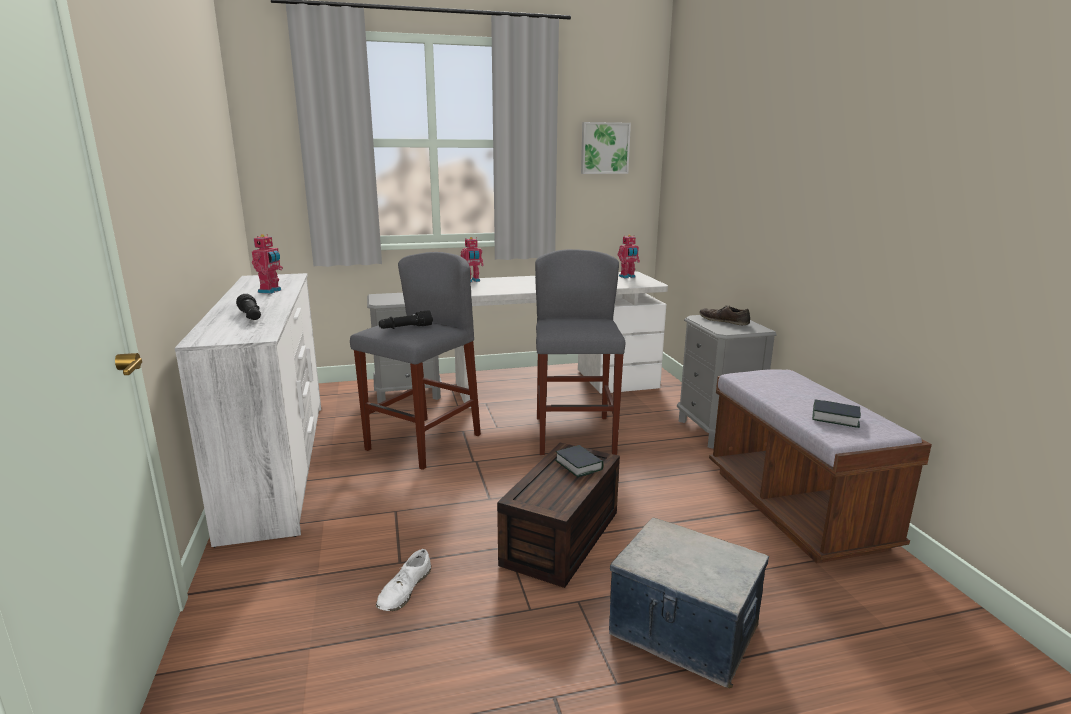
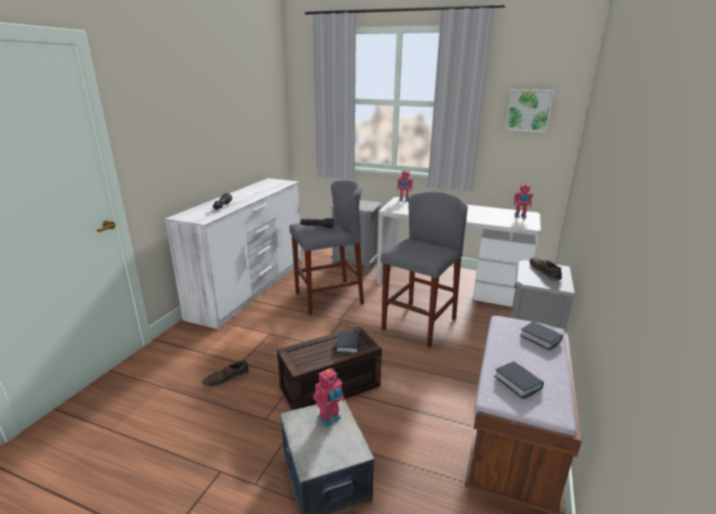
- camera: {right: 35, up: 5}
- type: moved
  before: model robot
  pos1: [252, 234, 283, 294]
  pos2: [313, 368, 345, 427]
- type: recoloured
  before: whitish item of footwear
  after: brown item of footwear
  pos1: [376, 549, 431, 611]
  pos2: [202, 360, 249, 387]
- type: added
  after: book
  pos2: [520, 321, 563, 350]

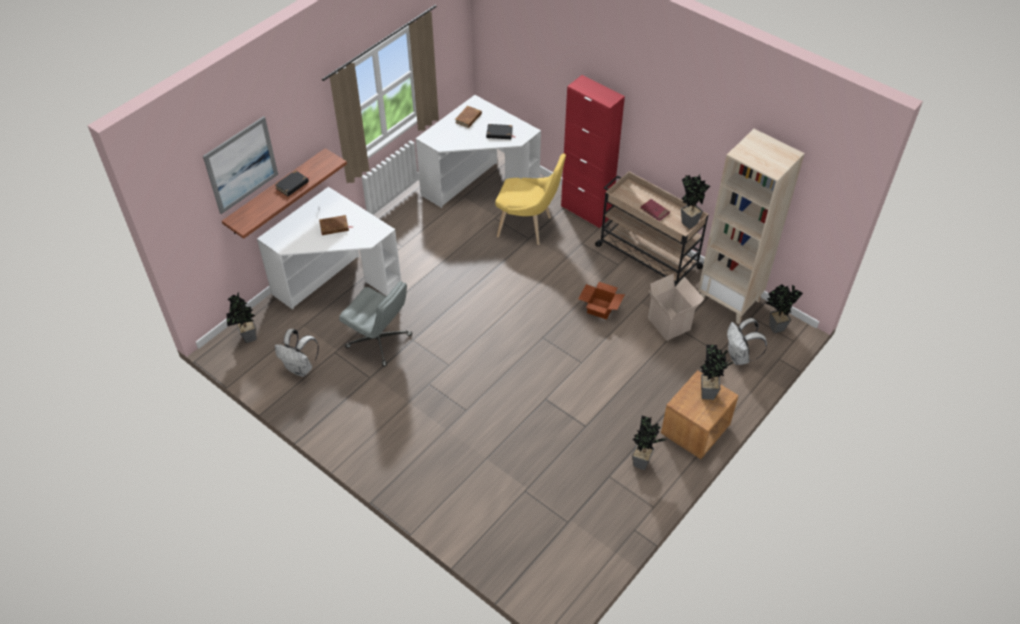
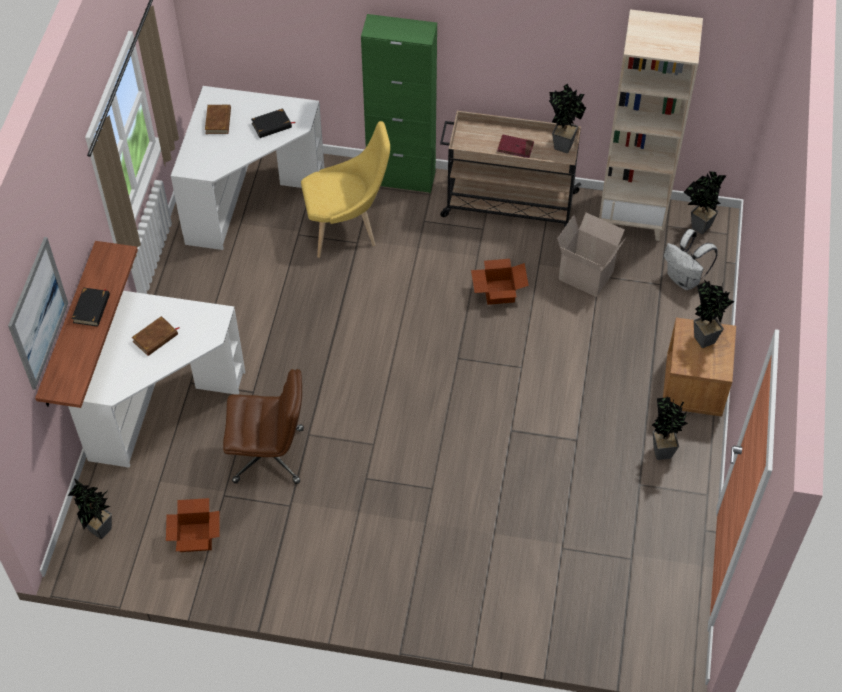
- camera: {right: -30, up: 5}
- type: recoloured
  before: reddish storage cabinet
  after: greenish storage cabinet
  pos1: [561, 75, 625, 228]
  pos2: [361, 14, 437, 193]
- type: recoloured
  before: grey desk chair
  after: brown desk chair
  pos1: [339, 281, 412, 367]
  pos2: [223, 369, 304, 484]
- type: replaced
  before: whitish rucksack
  after: cardboard box
  pos1: [275, 329, 319, 377]
  pos2: [166, 498, 220, 552]

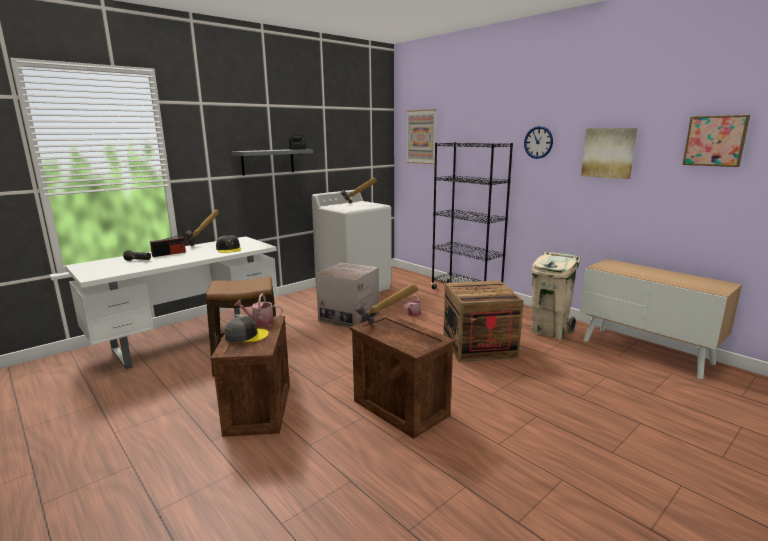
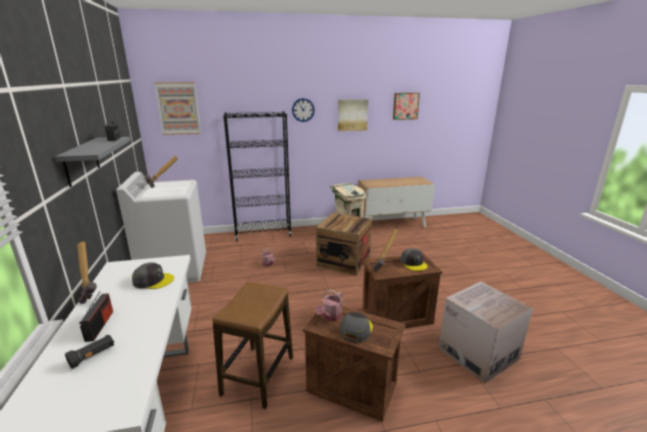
- camera: {right: -60, up: 5}
- type: moved
  before: cardboard box
  pos1: [316, 262, 379, 328]
  pos2: [438, 282, 533, 384]
- type: added
  after: grey peaked cap
  pos2: [400, 248, 427, 271]

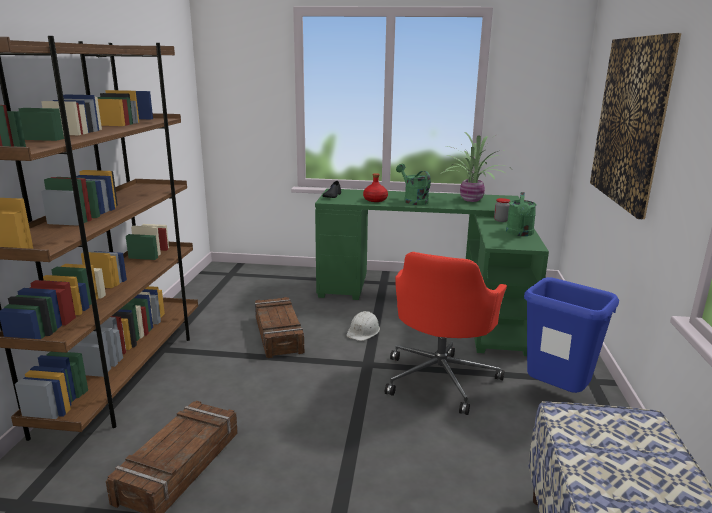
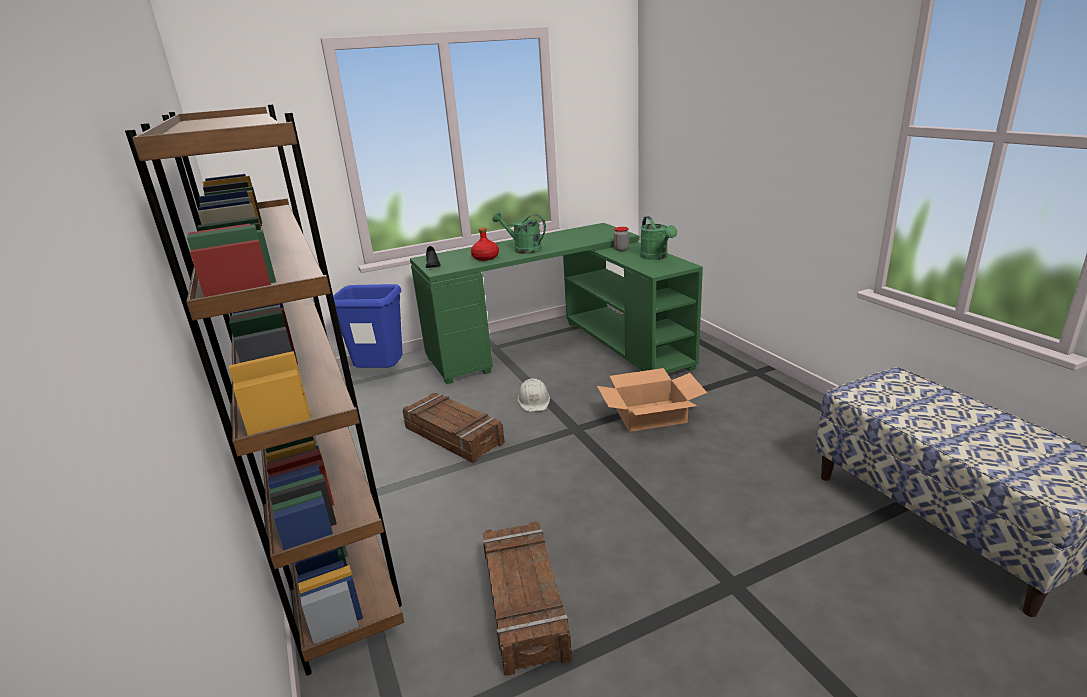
- camera: {right: -30, up: 5}
- type: removed
  before: wall picture
  pos1: [590, 33, 681, 219]
- type: removed
  before: plant in a pot
  pos1: [439, 132, 506, 202]
- type: replaced
  before: reddish desk chair
  after: cardboard box
  pos1: [385, 252, 507, 415]
  pos2: [597, 368, 707, 432]
- type: moved
  before: bluish waste bin
  pos1: [524, 277, 619, 393]
  pos2: [333, 284, 403, 368]

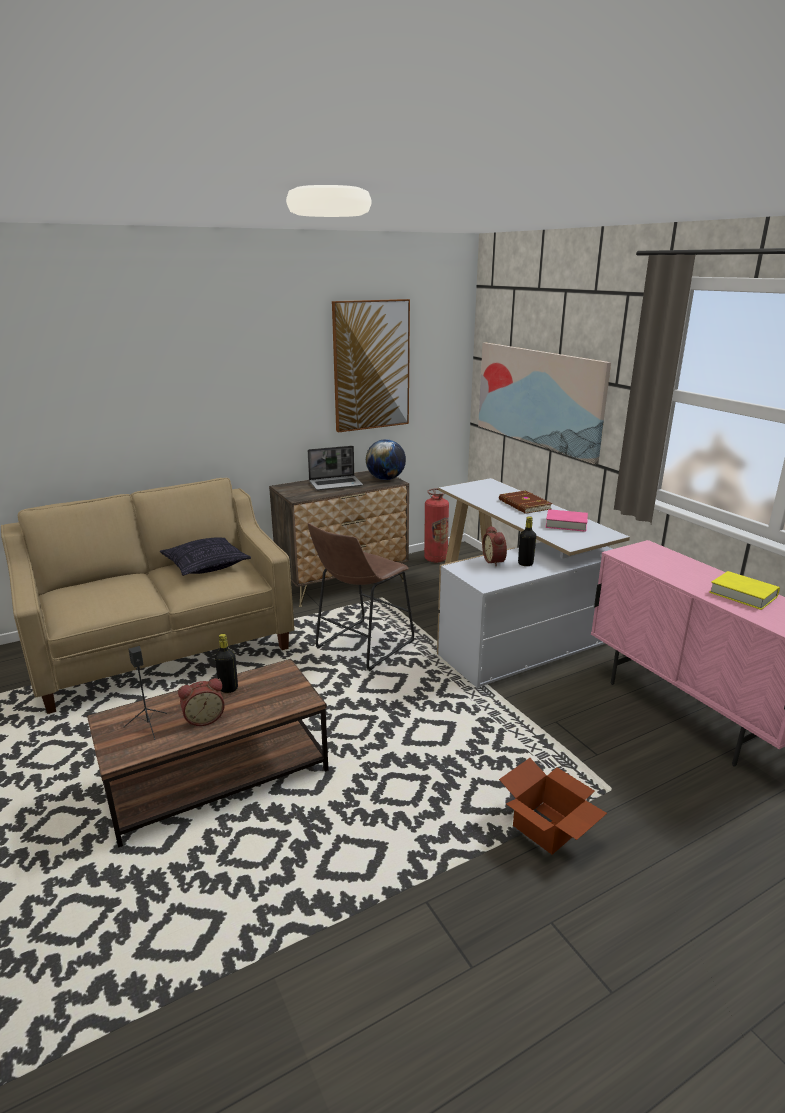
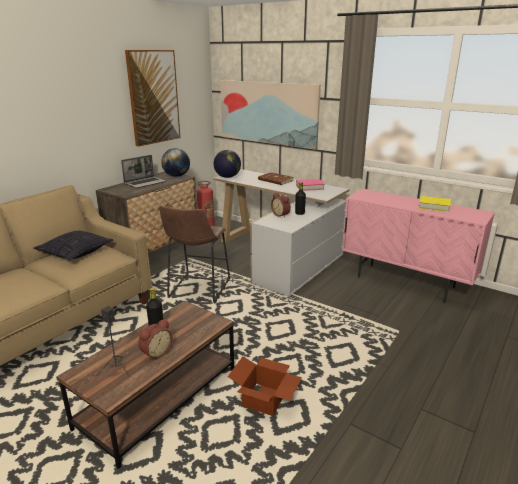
- camera: {right: -25, up: 0}
- type: moved
  before: cardboard box
  pos1: [499, 758, 607, 855]
  pos2: [228, 356, 302, 416]
- type: added
  after: globe
  pos2: [213, 150, 241, 178]

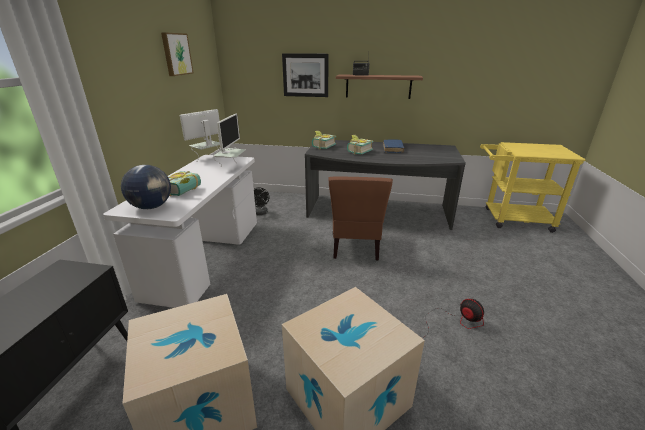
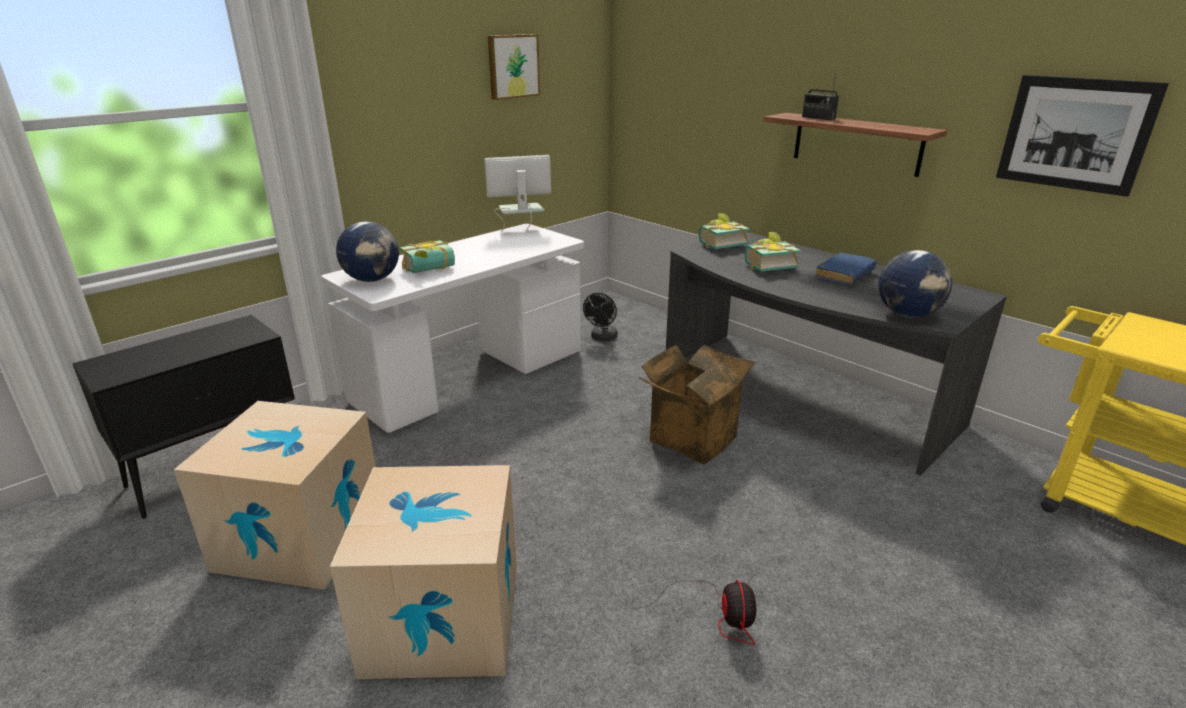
- camera: {right: 35, up: 0}
- type: moved
  before: wall picture
  pos1: [282, 53, 329, 97]
  pos2: [996, 75, 1169, 197]
- type: removed
  before: monitor
  pos1: [213, 114, 246, 165]
- type: replaced
  before: brown chair
  after: cardboard box
  pos1: [329, 176, 393, 261]
  pos2: [639, 345, 757, 464]
- type: added
  after: globe
  pos2: [878, 250, 952, 318]

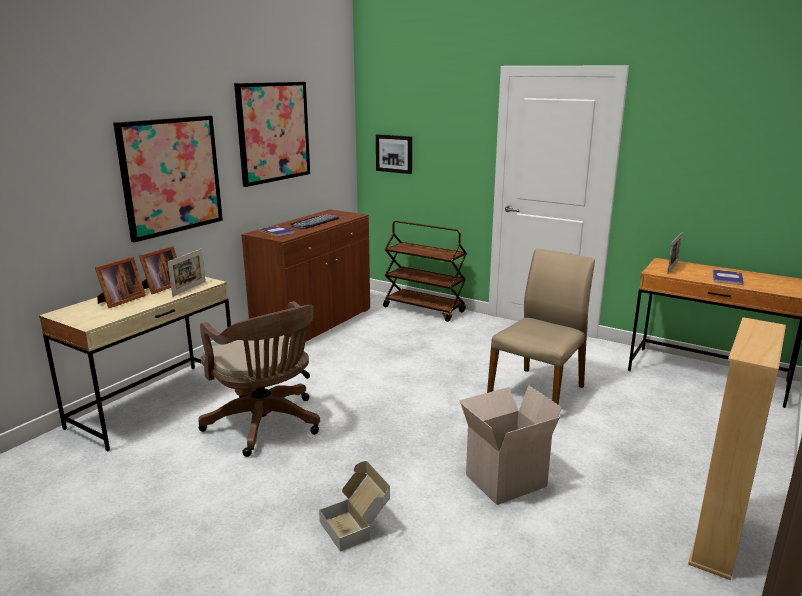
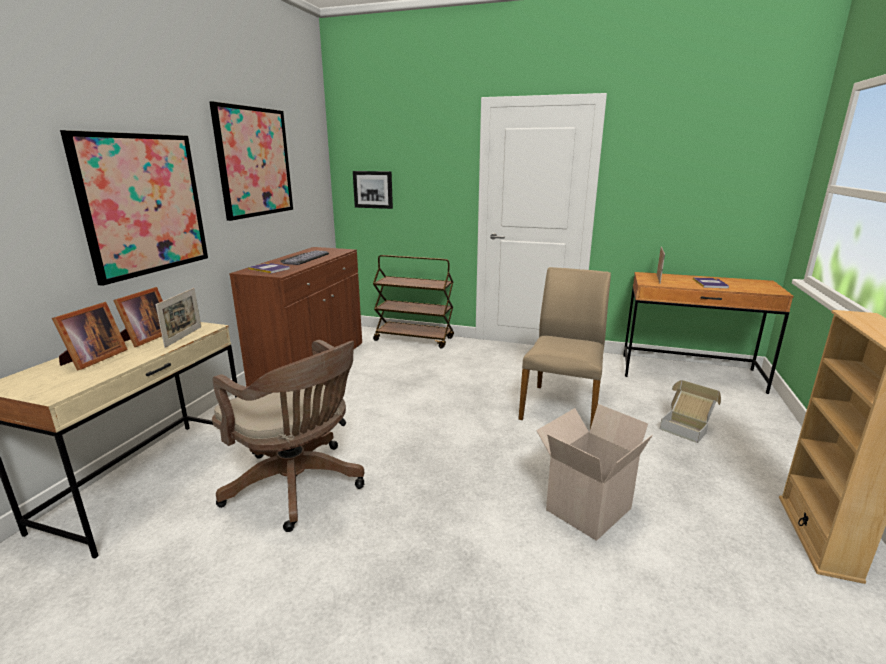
- camera: {right: -15, up: 0}
- type: moved
  before: cardboard box
  pos1: [319, 461, 390, 552]
  pos2: [660, 380, 721, 443]

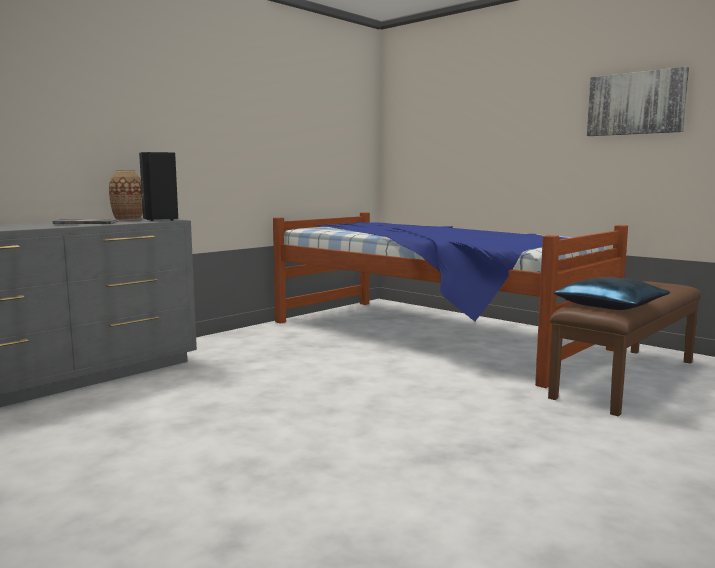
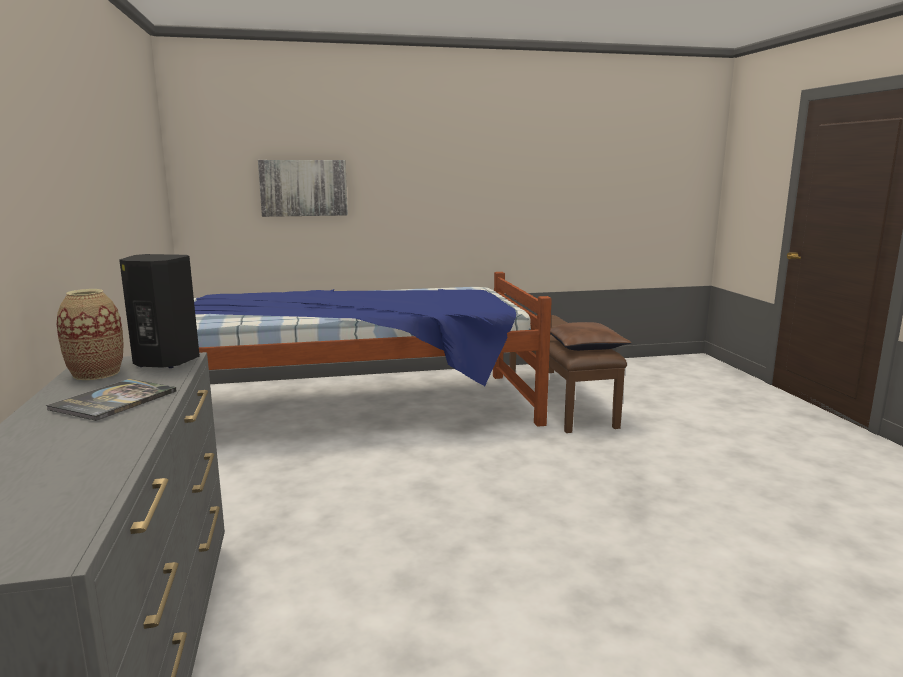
- camera: {right: -55, up: 5}
- type: moved
  before: wall picture
  pos1: [587, 67, 689, 136]
  pos2: [258, 160, 348, 217]
- type: recoloured
  before: bluish throw pillow
  after: brown throw pillow
  pos1: [554, 277, 670, 310]
  pos2: [550, 322, 632, 351]

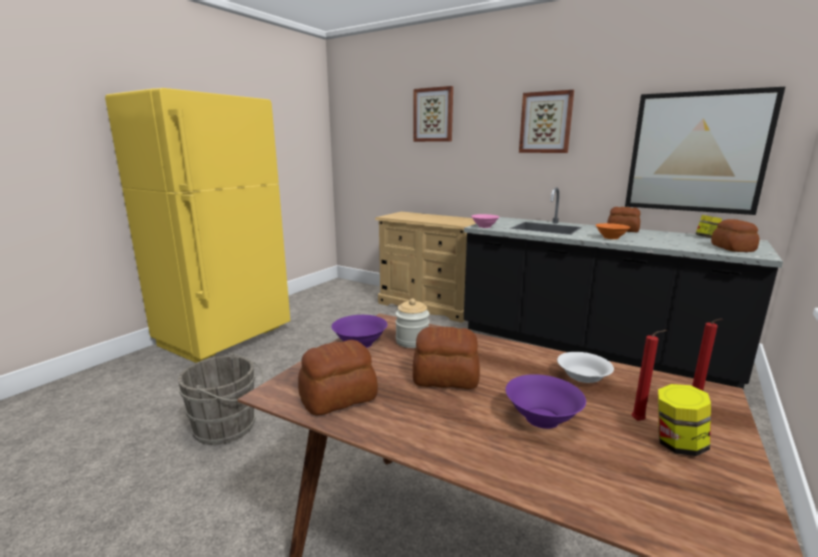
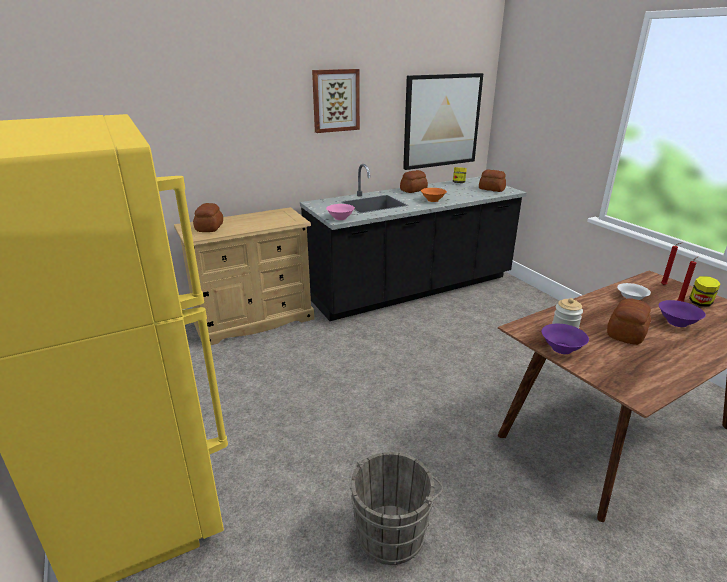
- camera: {right: -60, up: 10}
- type: removed
  before: wall picture
  pos1: [413, 86, 453, 142]
- type: moved
  before: bakery bread
  pos1: [298, 340, 378, 416]
  pos2: [193, 203, 223, 232]

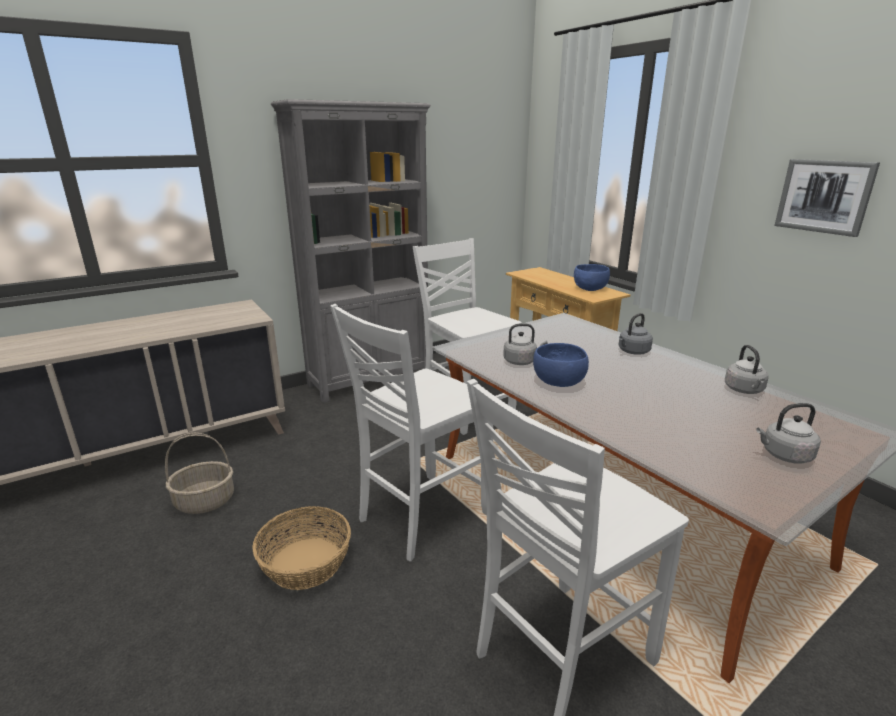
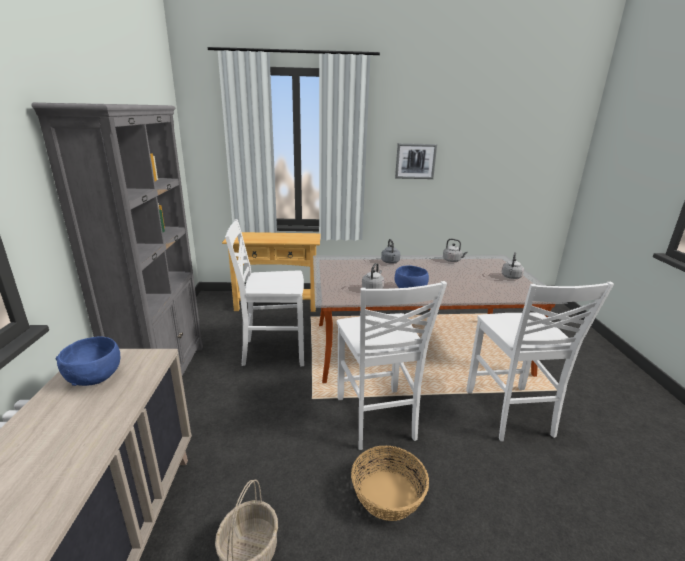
- camera: {right: -60, up: 0}
- type: moved
  before: bluish bowl
  pos1: [574, 264, 610, 291]
  pos2: [56, 337, 120, 386]

